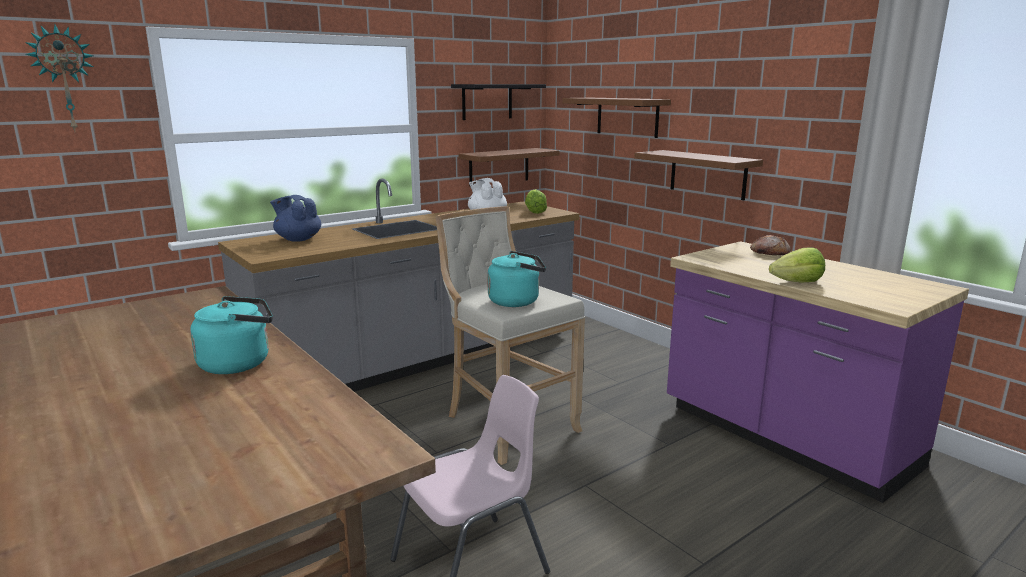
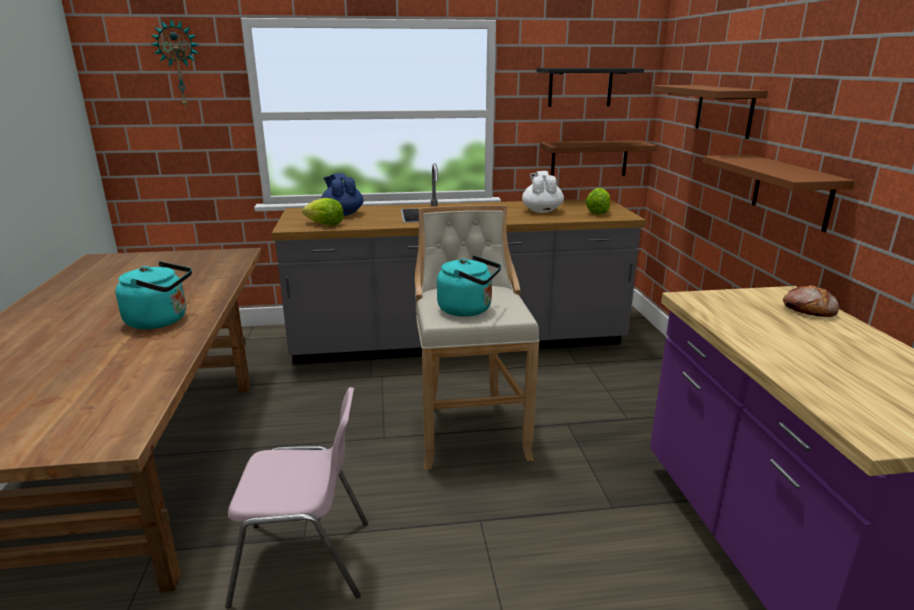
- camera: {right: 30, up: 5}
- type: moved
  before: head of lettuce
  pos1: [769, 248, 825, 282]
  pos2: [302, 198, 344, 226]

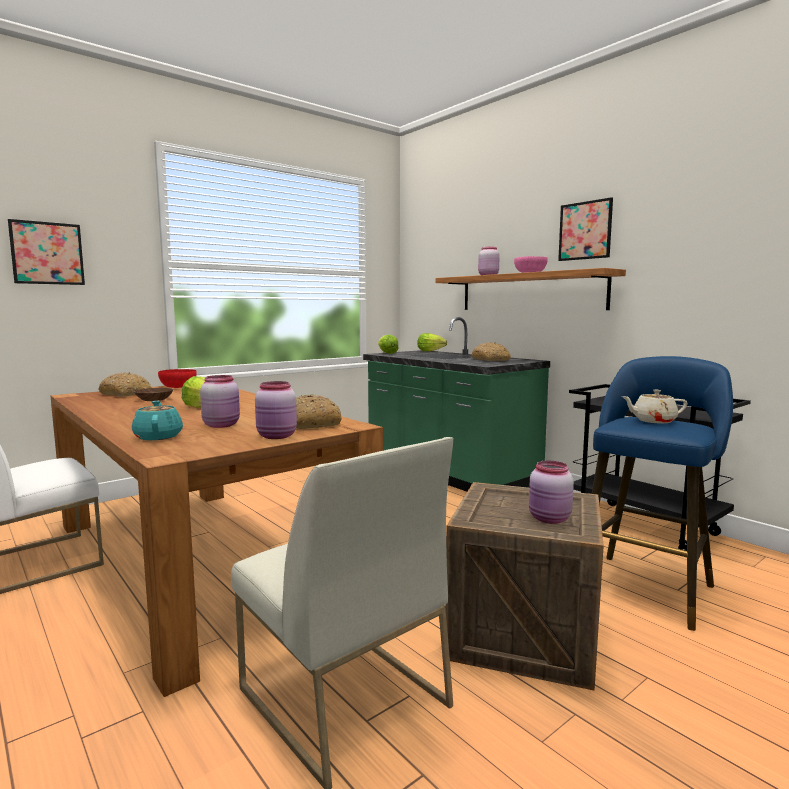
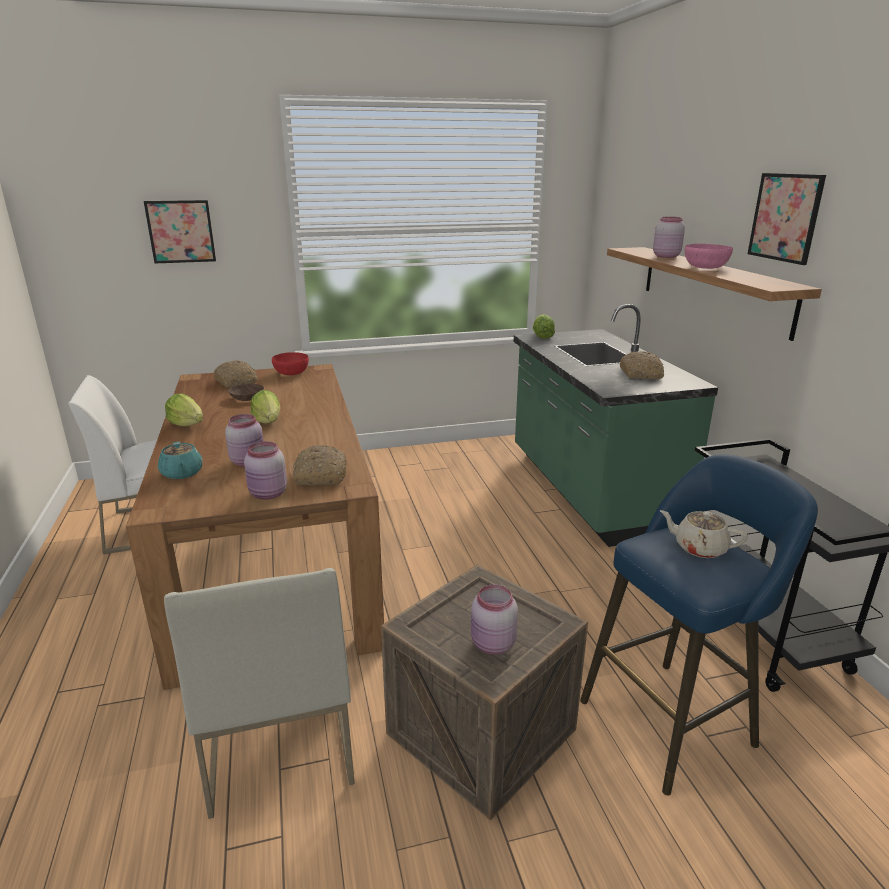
- camera: {right: 25, up: 15}
- type: moved
  before: head of lettuce
  pos1: [417, 333, 447, 351]
  pos2: [165, 393, 203, 426]
- type: turned
  before: turquoise teapot
  pos1: [132, 401, 183, 440]
  pos2: [158, 442, 203, 479]
  turn: 150

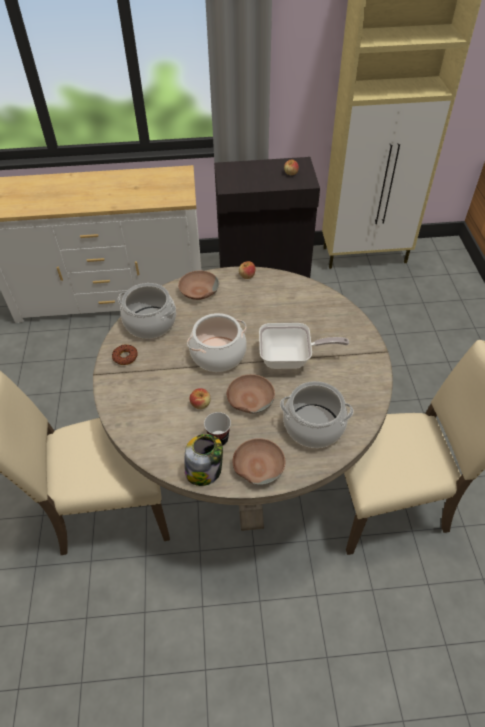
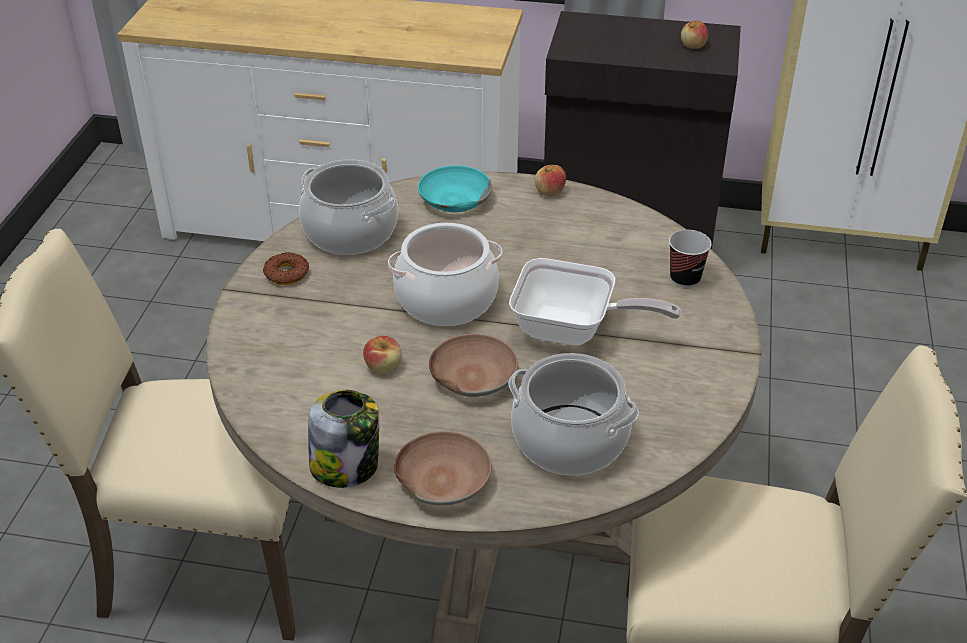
- camera: {right: 15, up: -10}
- type: recoloured
  before: brown bowl
  after: turquoise bowl
  pos1: [178, 271, 219, 300]
  pos2: [418, 166, 492, 212]
- type: moved
  before: cup
  pos1: [204, 412, 231, 446]
  pos2: [669, 230, 712, 288]

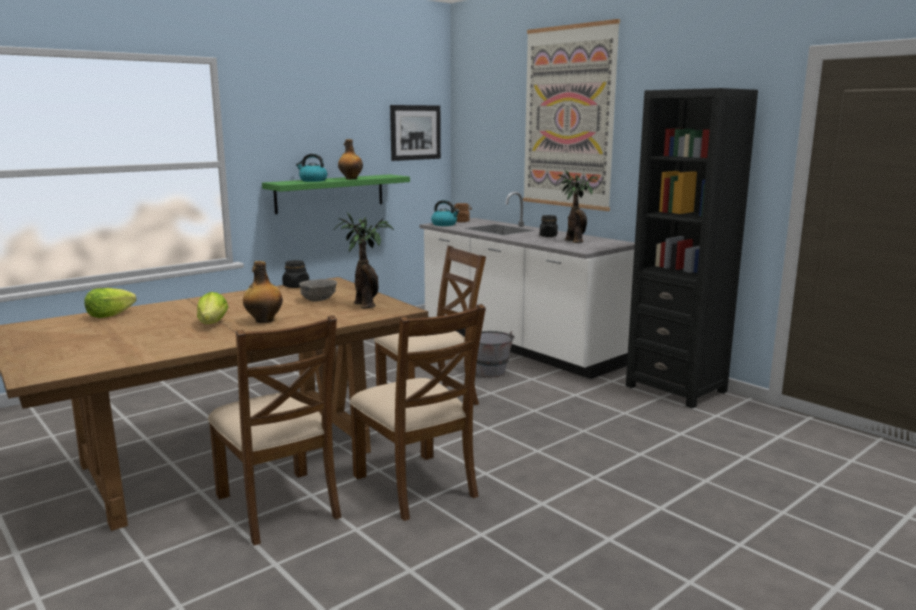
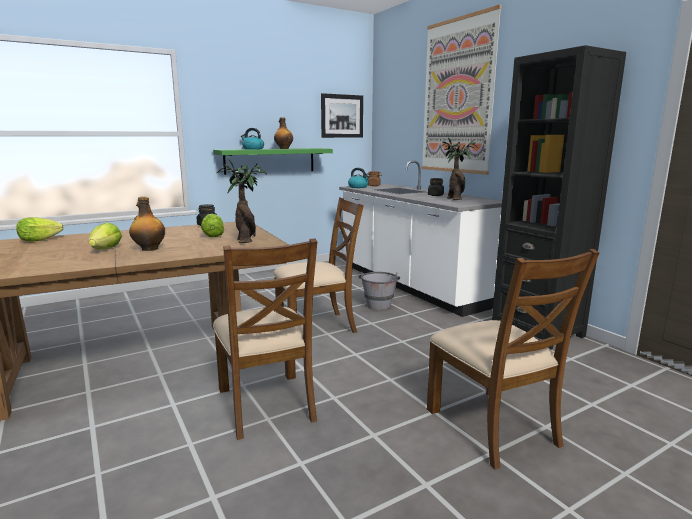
- camera: {right: 10, up: 0}
- type: replaced
  before: grey bowl
  after: head of lettuce
  pos1: [299, 279, 337, 301]
  pos2: [201, 214, 224, 237]
- type: moved
  before: brown chair
  pos1: [208, 315, 342, 546]
  pos2: [427, 249, 599, 470]

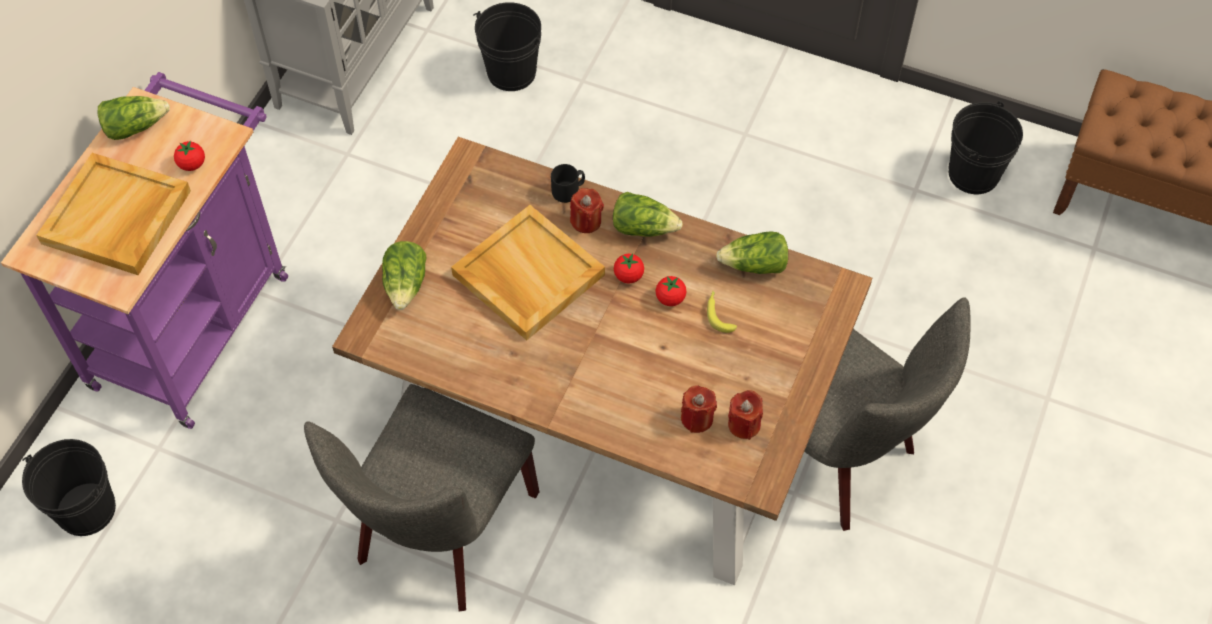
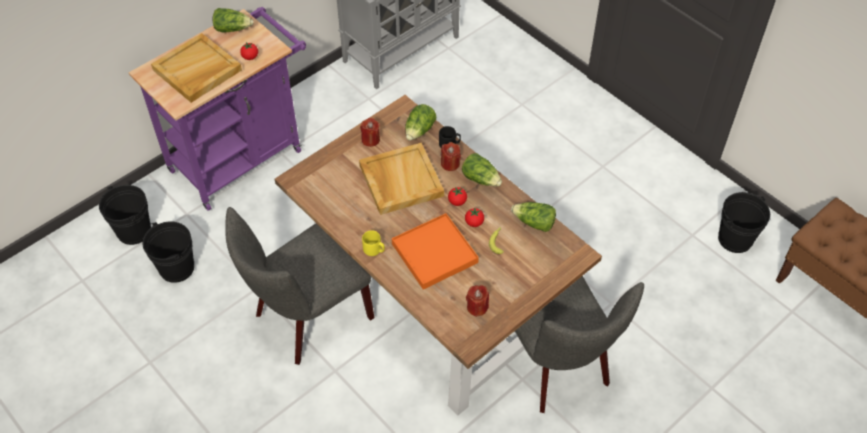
- camera: {right: 25, up: -5}
- type: moved
  before: black water bucket
  pos1: [473, 2, 541, 91]
  pos2: [143, 221, 194, 283]
- type: moved
  before: head of lettuce
  pos1: [382, 241, 426, 310]
  pos2: [405, 104, 436, 141]
- type: moved
  before: reddish wax candle
  pos1: [681, 385, 717, 433]
  pos2: [360, 118, 380, 147]
- type: added
  after: orange carrying tray
  pos2: [392, 213, 479, 290]
- type: added
  after: yellowish tea mug
  pos2: [362, 230, 385, 256]

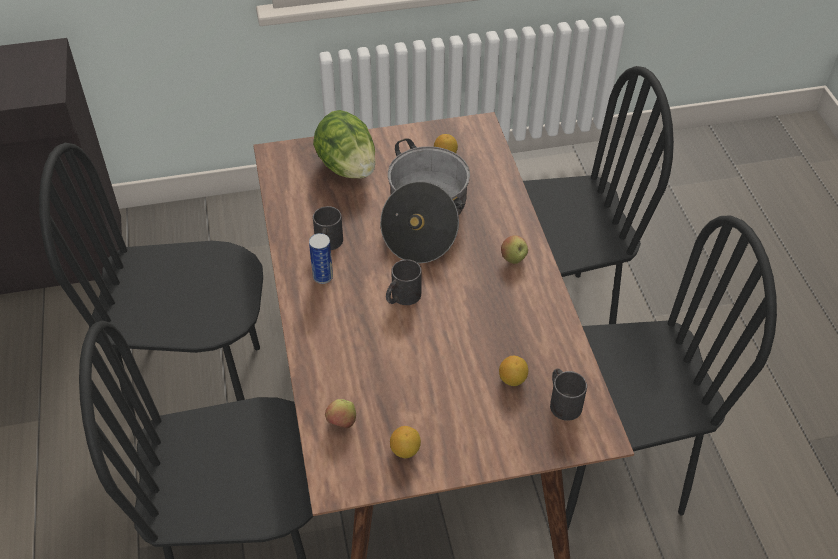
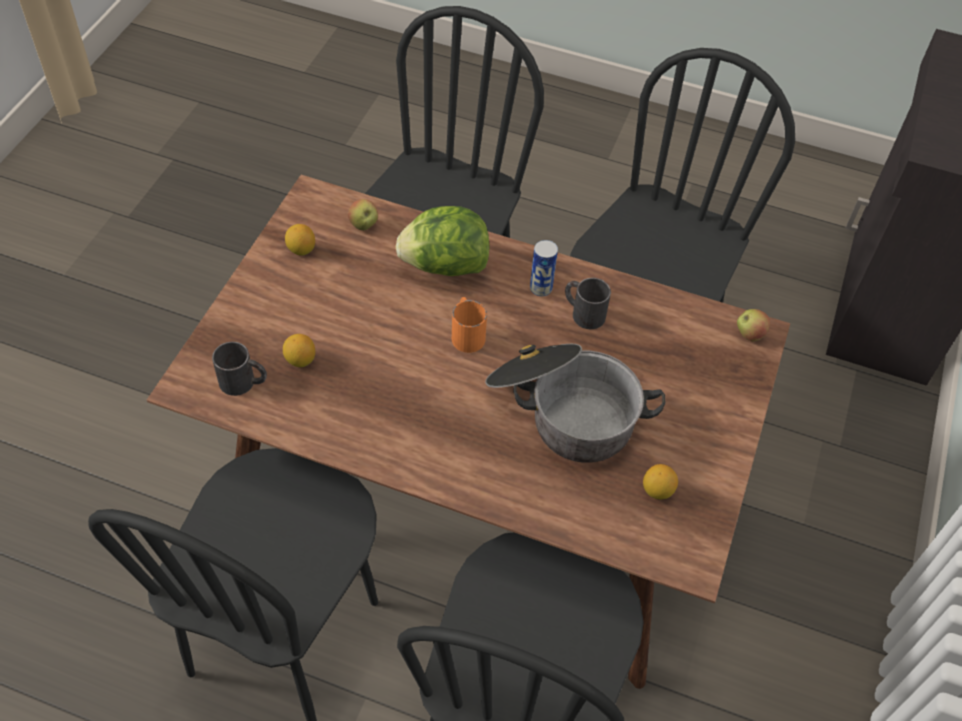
- camera: {right: 120, up: 5}
- type: moved
  before: head of lettuce
  pos1: [313, 110, 375, 179]
  pos2: [396, 206, 490, 276]
- type: moved
  before: apple
  pos1: [501, 235, 528, 264]
  pos2: [737, 309, 770, 341]
- type: recoloured
  before: black tea mug
  after: orange tea mug
  pos1: [386, 259, 422, 305]
  pos2: [452, 297, 487, 353]

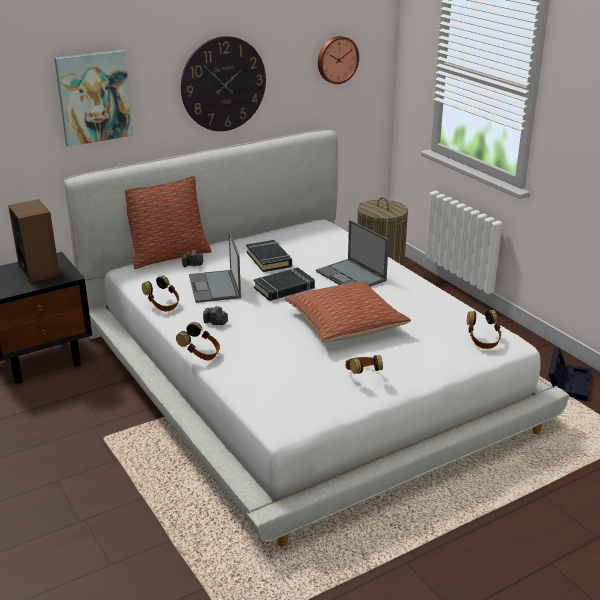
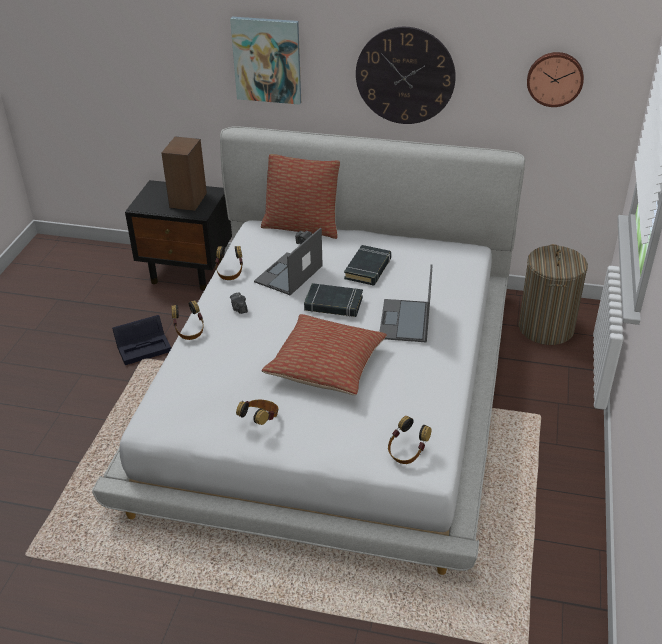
- camera: {right: 45, up: 10}
- type: moved
  before: black storage bin
  pos1: [548, 347, 592, 401]
  pos2: [112, 315, 171, 365]

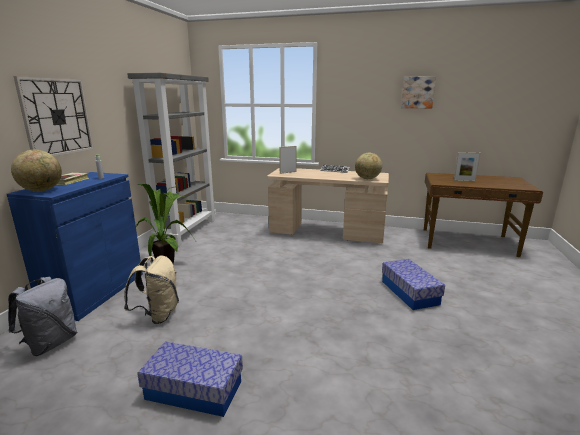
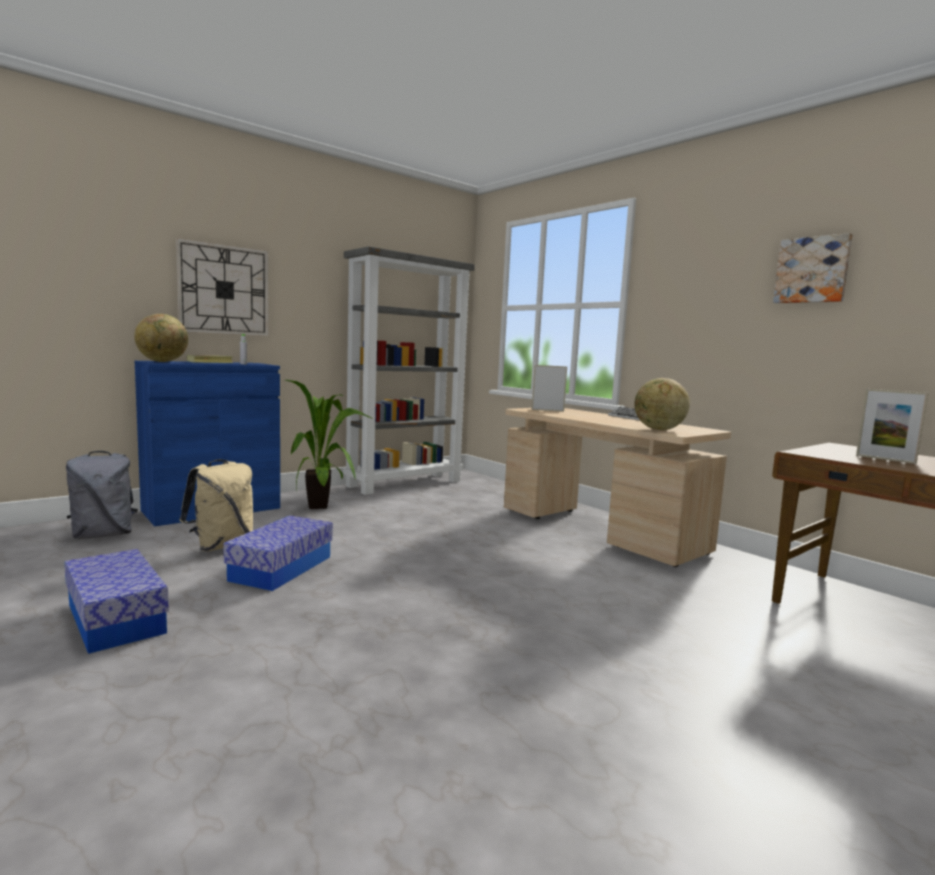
- camera: {right: 35, up: -10}
- type: moved
  before: storage bin
  pos1: [382, 259, 445, 310]
  pos2: [223, 516, 333, 591]

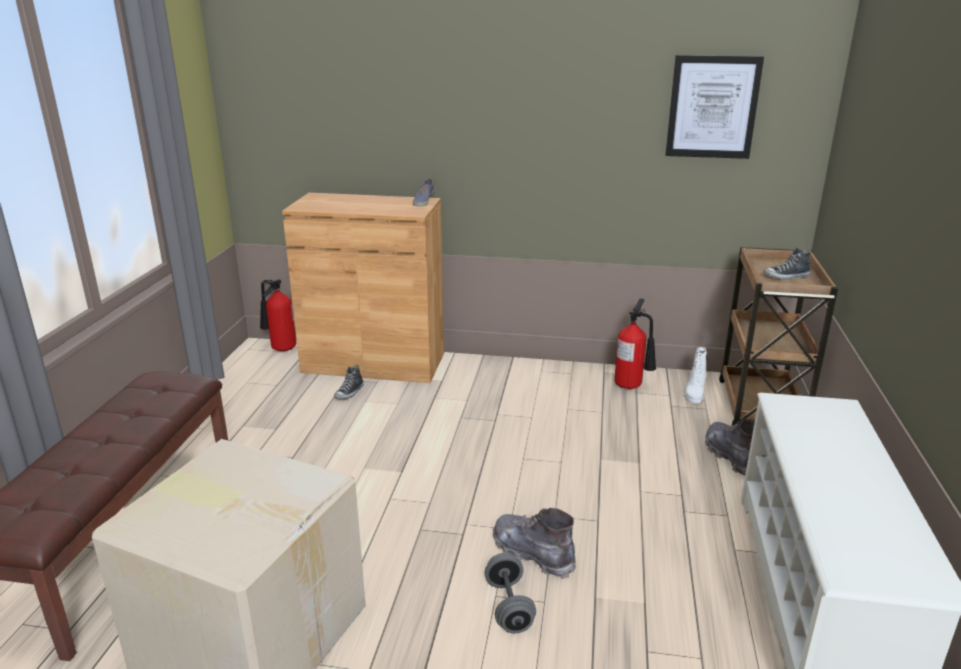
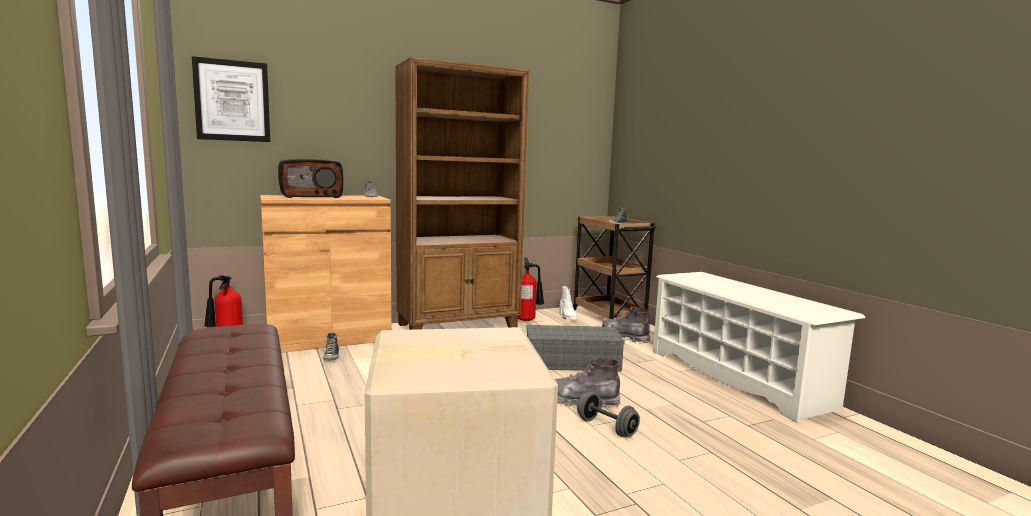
- camera: {right: -35, up: -15}
- type: moved
  before: wall picture
  pos1: [666, 55, 764, 159]
  pos2: [192, 56, 270, 142]
- type: added
  after: brown shelving unit
  pos2: [395, 57, 529, 330]
- type: added
  after: radio
  pos2: [278, 159, 343, 198]
- type: added
  after: grey storage bin
  pos2: [527, 325, 625, 372]

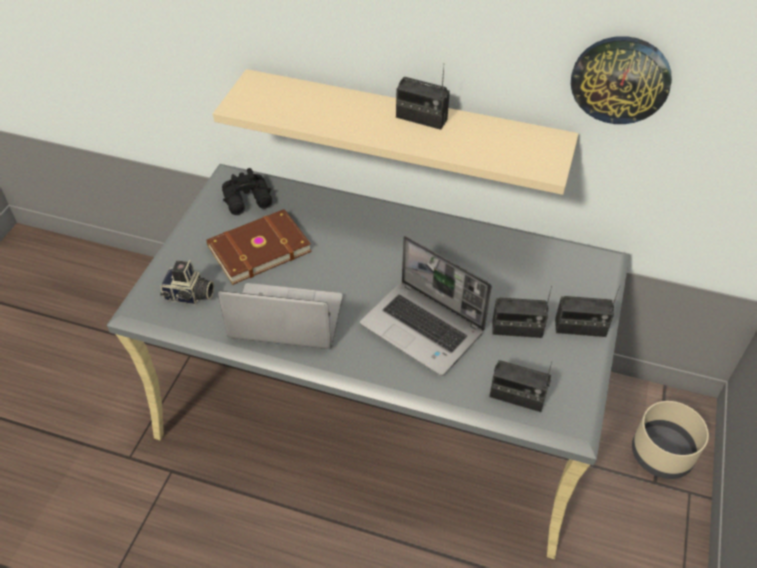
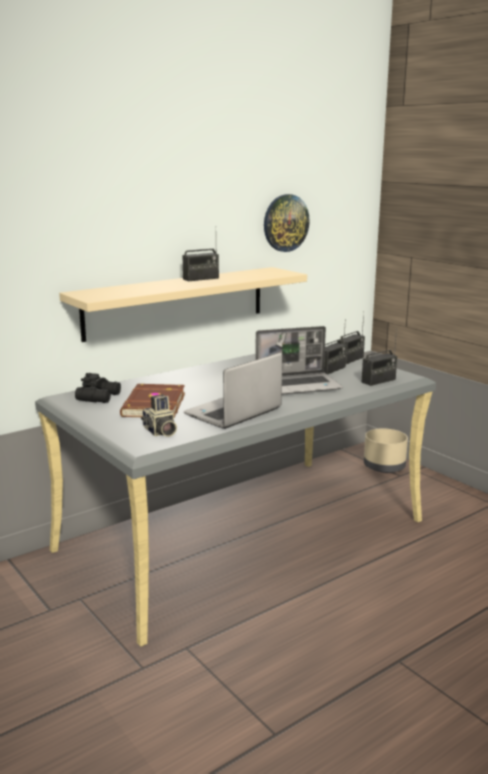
- camera: {right: -55, up: -30}
- type: turned
  before: still camera
  pos1: [160, 260, 214, 305]
  pos2: [141, 394, 177, 437]
  turn: 105

